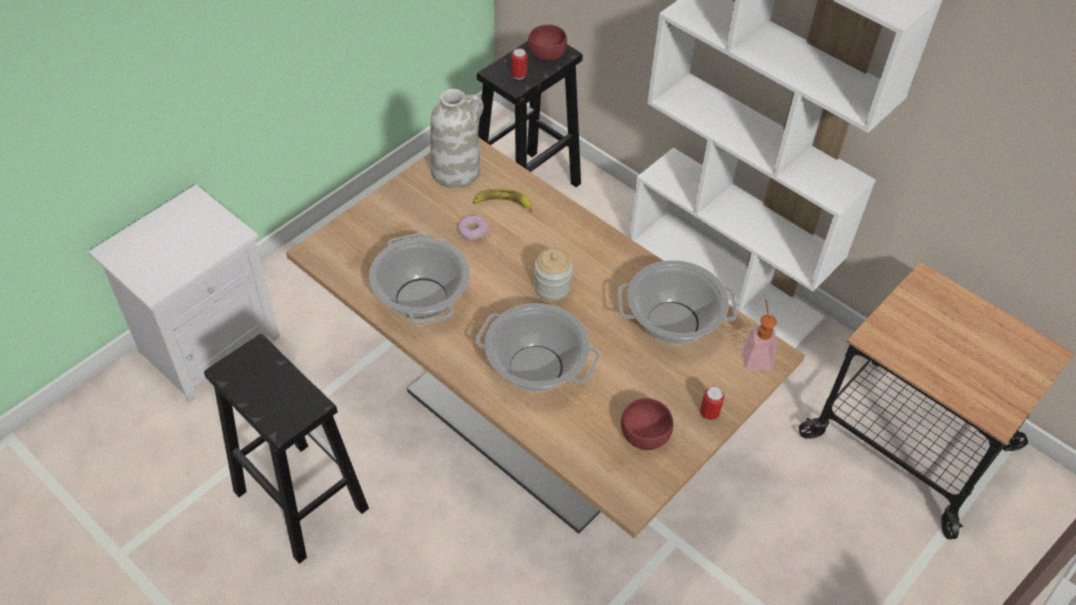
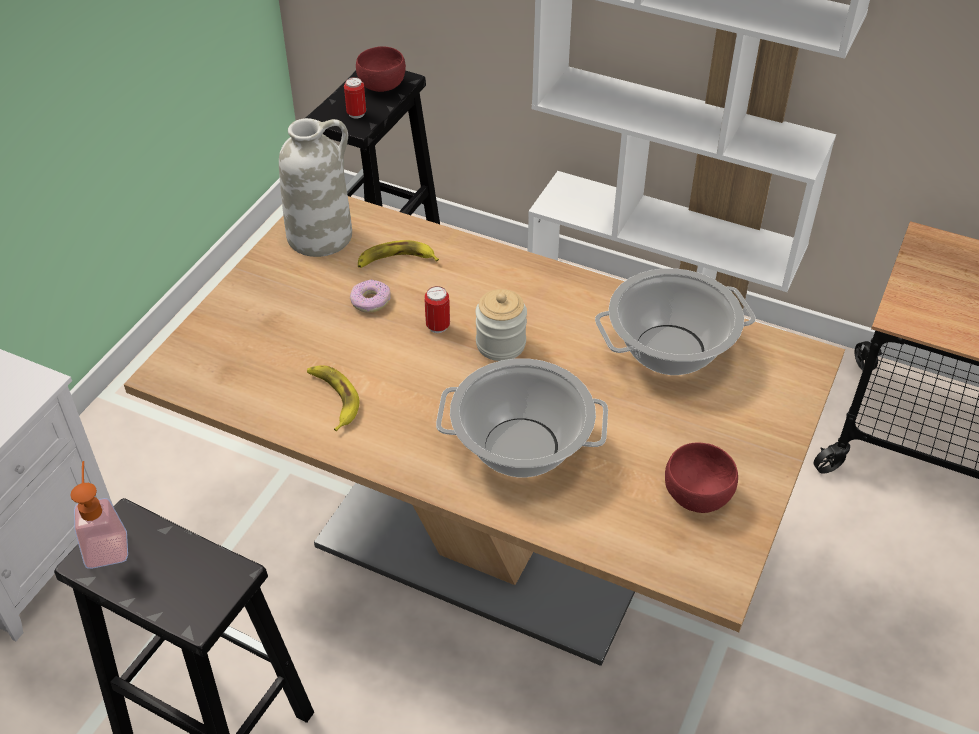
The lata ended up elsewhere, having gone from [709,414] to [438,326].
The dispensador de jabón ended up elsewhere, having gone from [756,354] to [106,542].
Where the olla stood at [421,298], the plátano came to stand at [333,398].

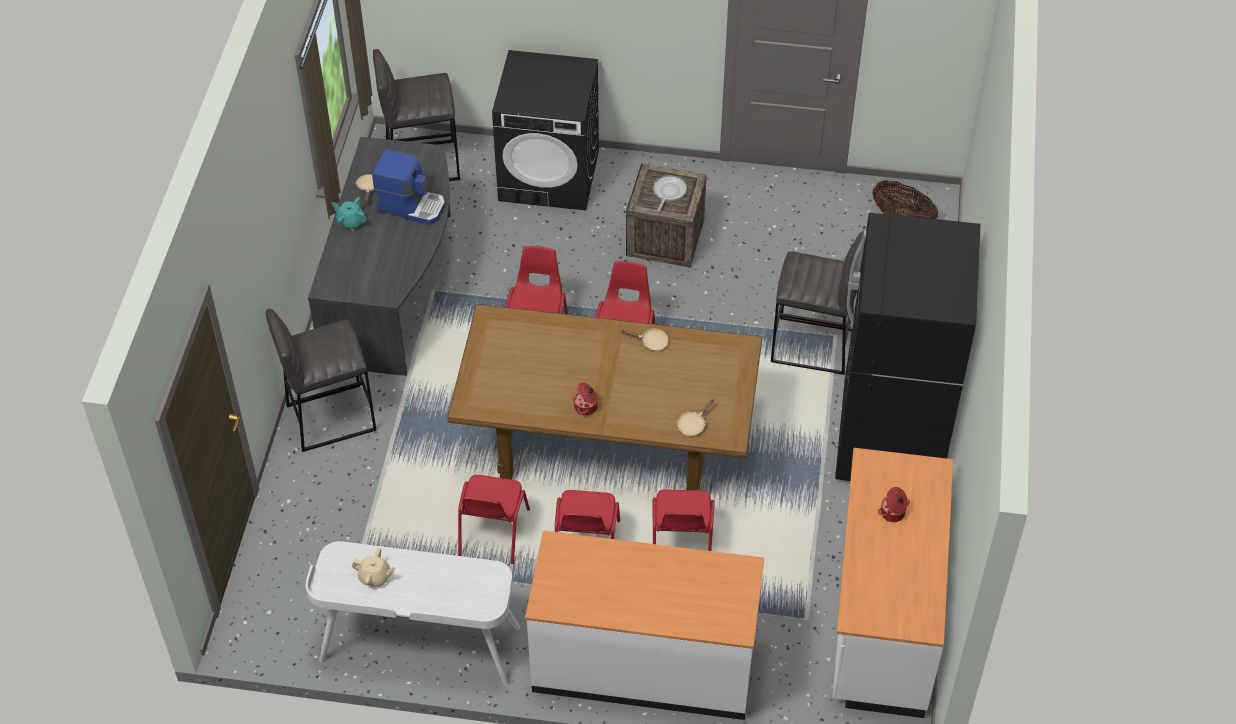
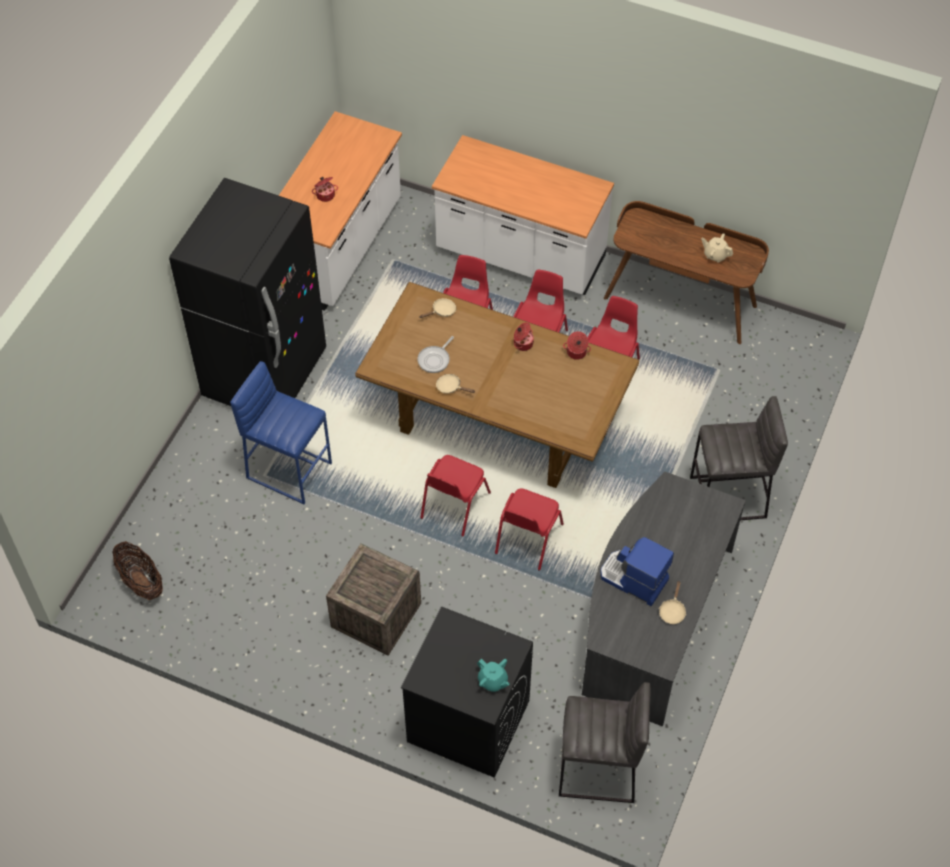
The second view gained the olla at [576,353].
The tetera/turquesa ended up elsewhere, having gone from [351,222] to [492,681].
The sartén ended up elsewhere, having gone from [668,192] to [435,359].
What was the escritorio/blanco at [419,645] turned into the escritorio/marrón at [680,301].
What was the taburete/gris at [812,346] turned into the taburete/azul at [289,469].

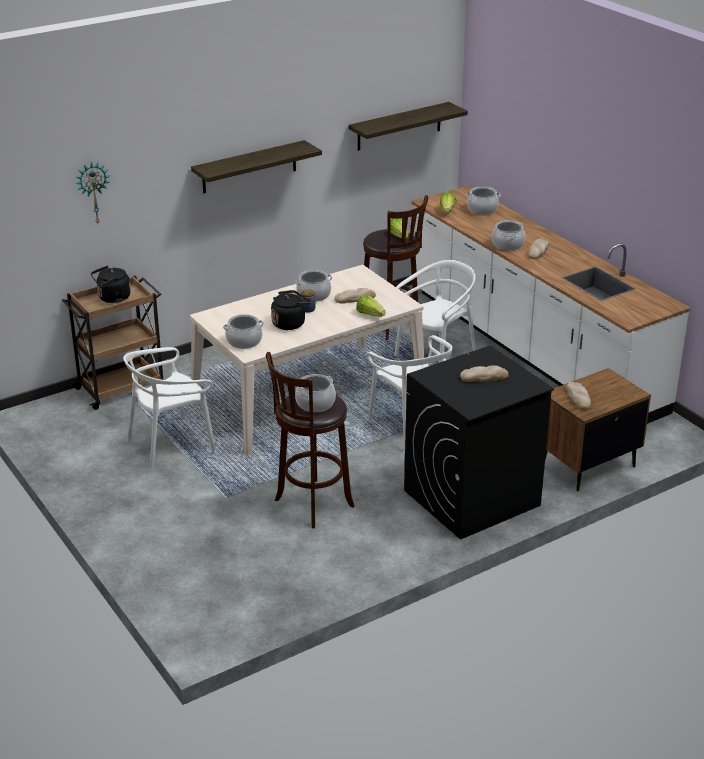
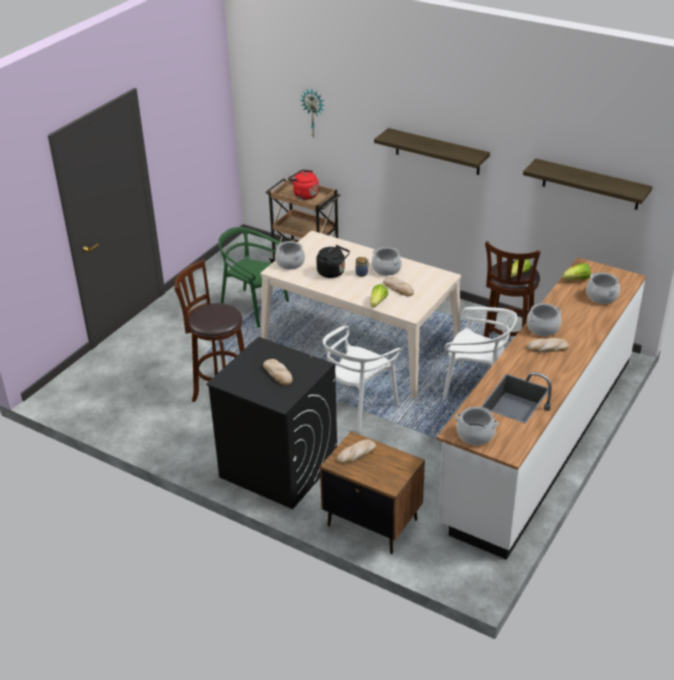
The olla ended up elsewhere, having gone from [315,403] to [475,435].
What was the hervidor/negro at [112,298] turned into the hervidor/rojo at [304,195].
What was the silla/blanco at [171,443] turned into the silla/verde at [254,307].

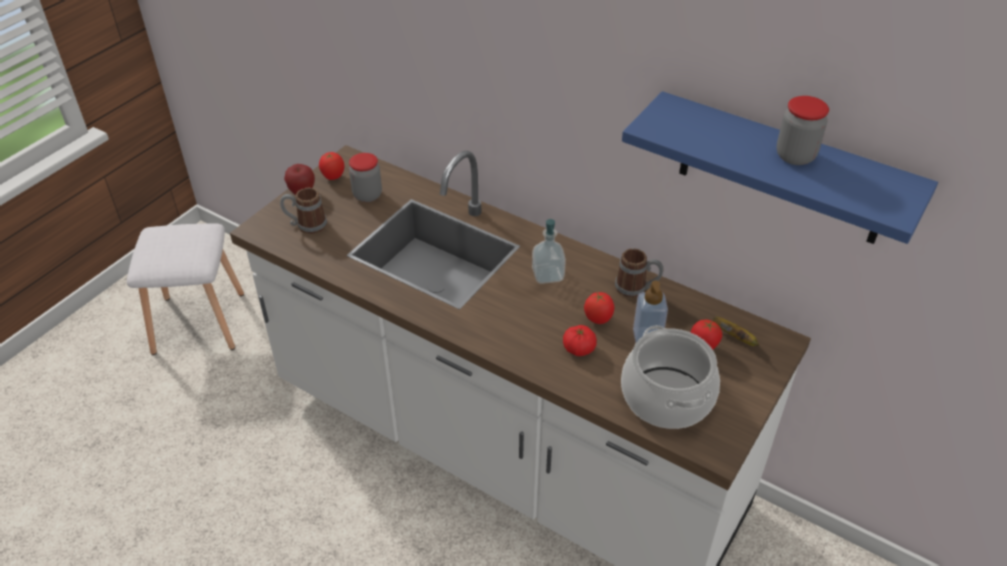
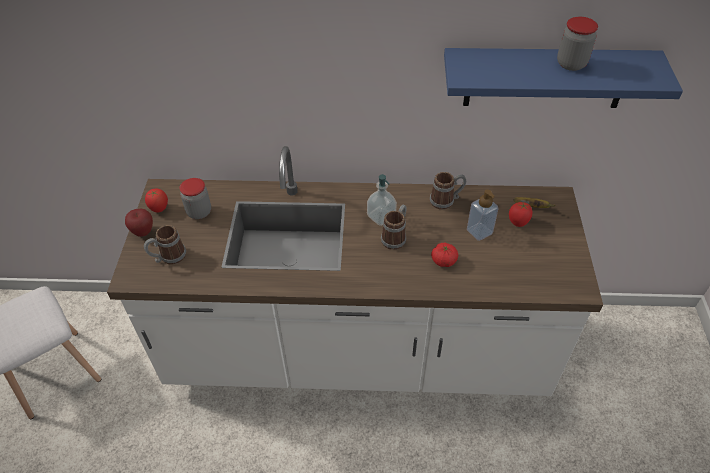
The second view lost the tomate at [598,319].
The second view lost the olla at [667,397].
The second view gained the taza grande at [395,237].

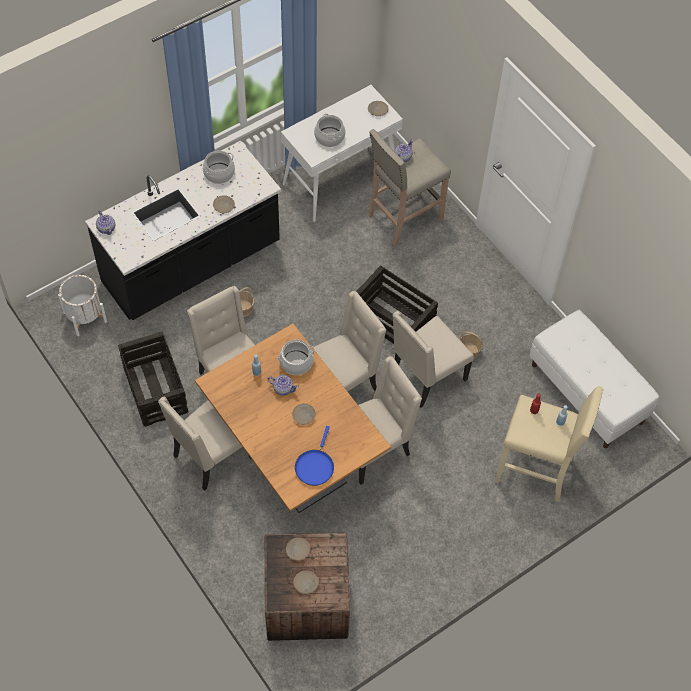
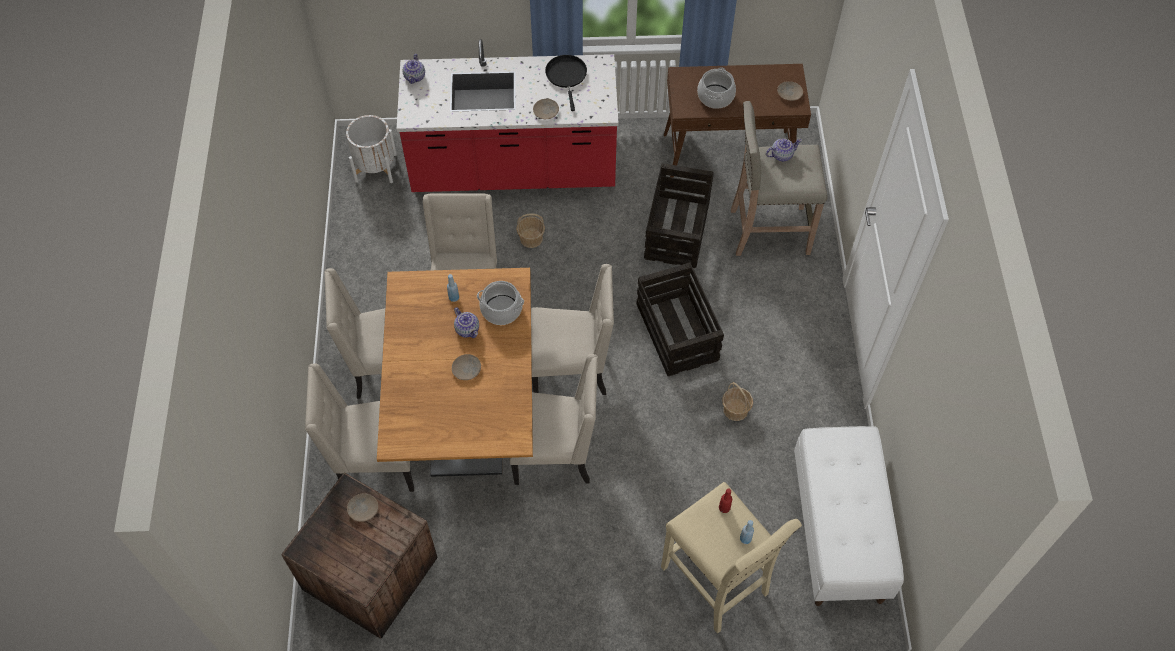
The second view lost the plato/beis at [306,583].
The second view lost the sartén/azul at [315,466].
The caja de embalaje ended up elsewhere, having gone from [155,388] to [677,229].
The silla/beis ended up elsewhere, having gone from [426,377] to [374,462].
Where the olla stood at [219,173], the sartén/negro came to stand at [566,76].
What was the mueble bajo de cocina/negro at [192,265] turned into the mueble bajo de cocina/rojo at [514,169].
What was the mesa consola/blanco at [341,179] turned into the mesa consola/marrón at [728,159].

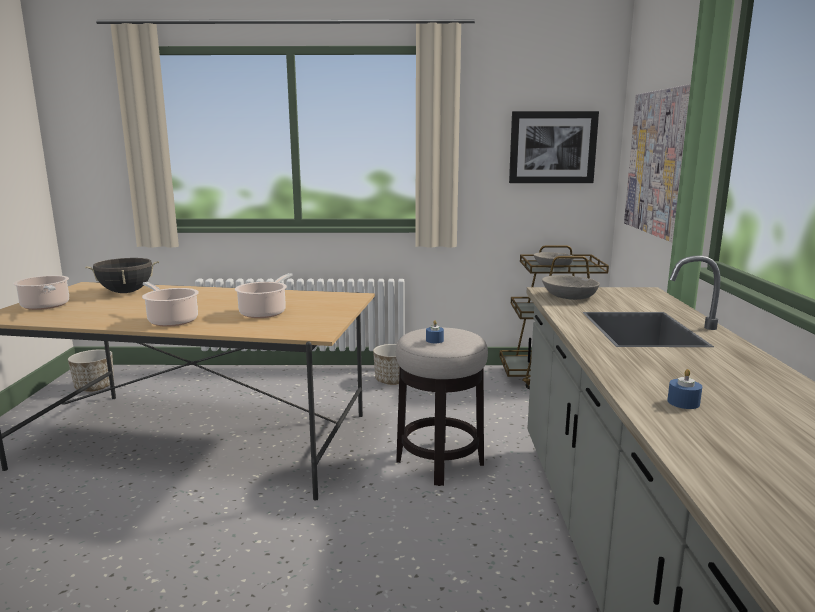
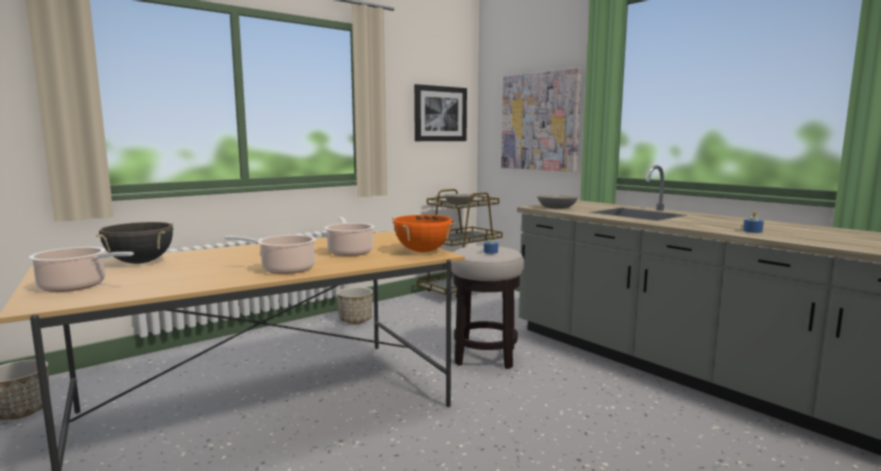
The second view gained the olla/naranja at [422,251].

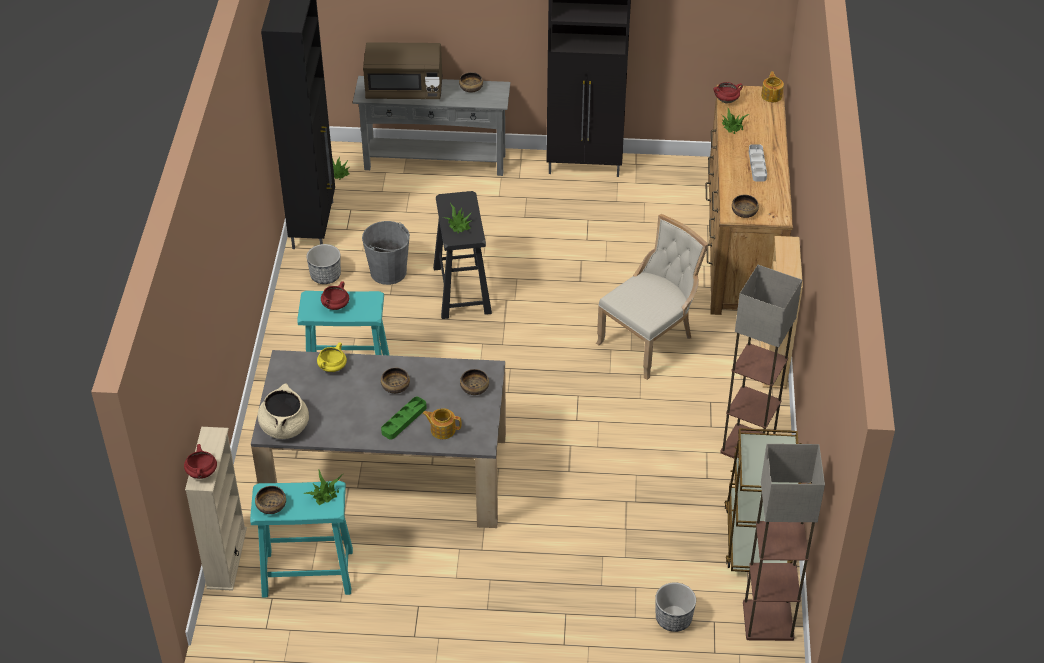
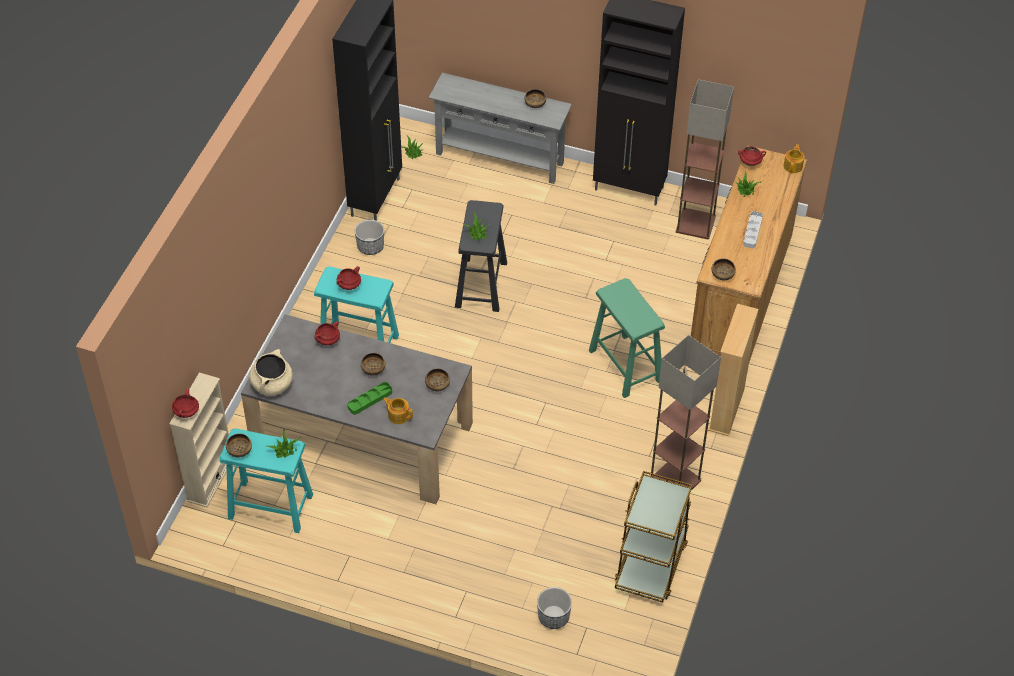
The second view lost the cubo/gris at [388,272].
The second view lost the microondas/marrón at [404,89].
The lámpara de pie ended up elsewhere, having gone from [768,620] to [696,223].
Where the silla/beis stood at [649,340], the taburete/verde came to stand at [625,366].
What was the olla/amarillo at [332,368] turned into the olla/rojo at [327,341].

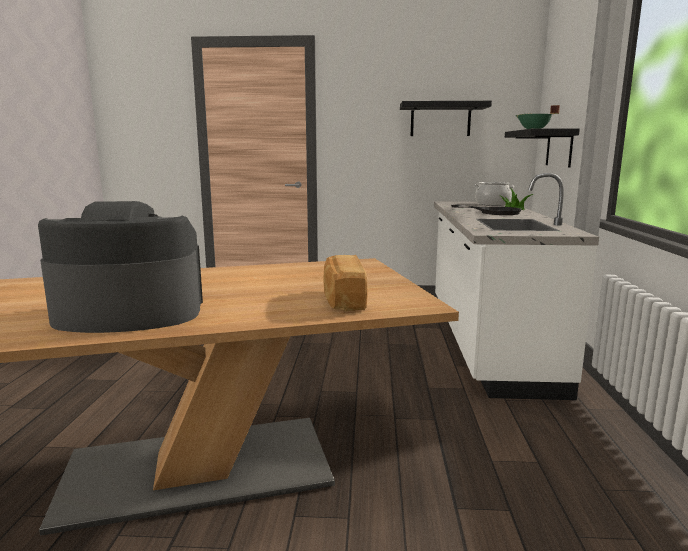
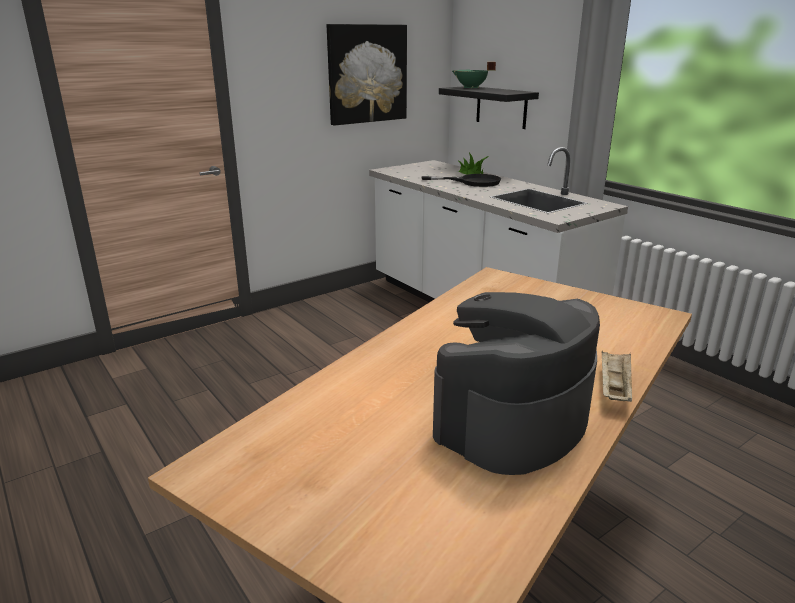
The second view lost the pan at [343,299].
The second view lost the olla at [492,204].
The second view gained the bandeja/beis at [613,388].
Where the estante/negro hung at [440,120], the cuadro came to hang at [367,74].

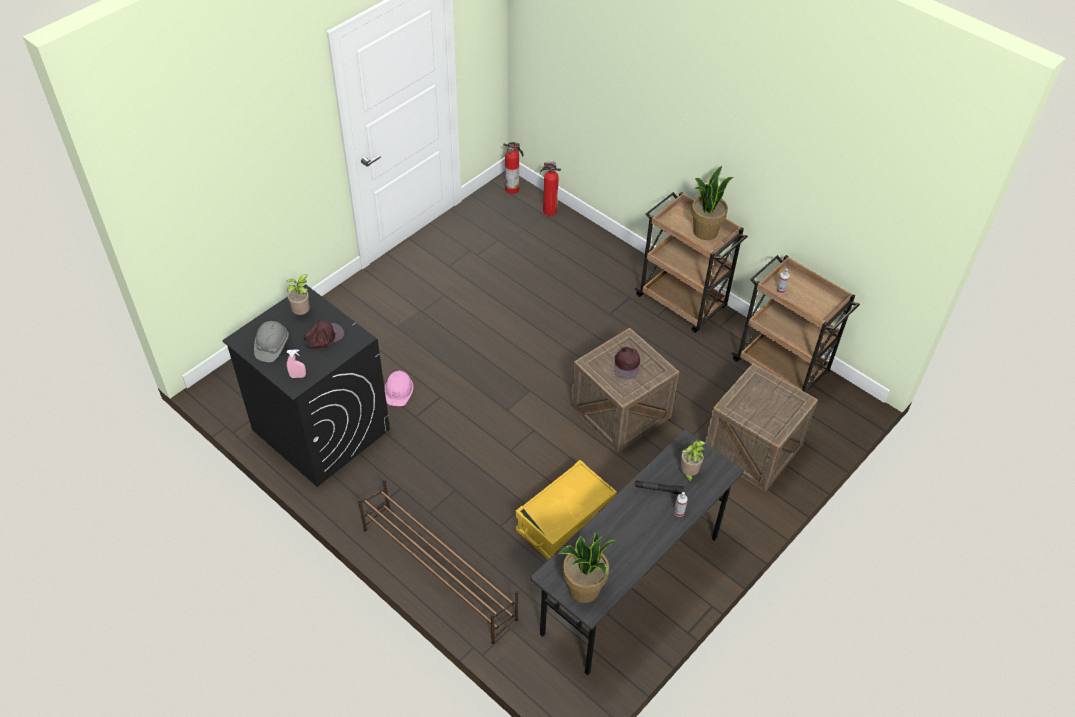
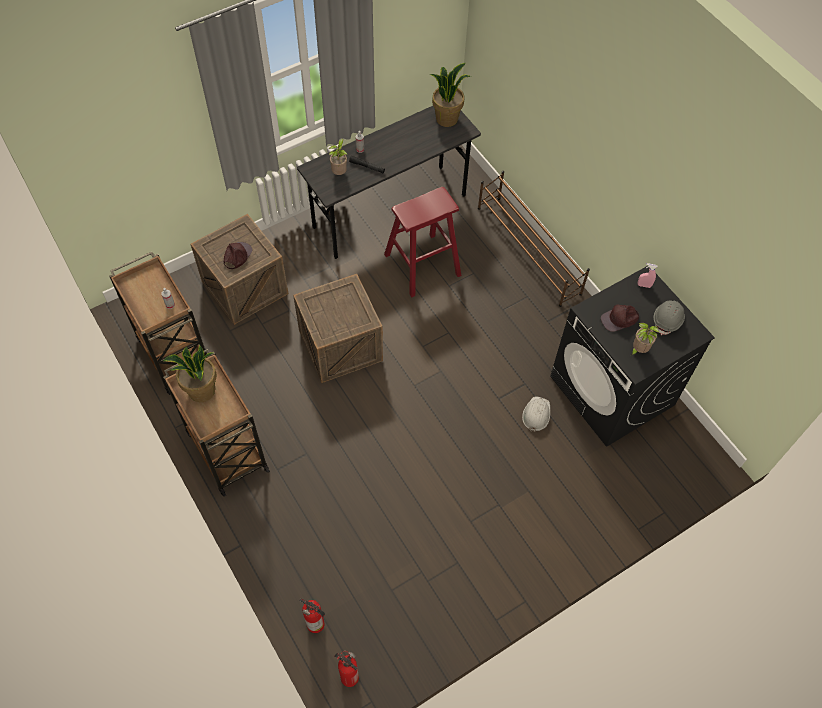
The gorra/marrón ended up elsewhere, having gone from [627,364] to [237,256].
Where the caja de almacenaje/amarillo stood at [565,522], the taburete/rojo came to stand at [422,265].
What was the casco/rosa at [399,390] turned into the casco/blanco at [536,414].

